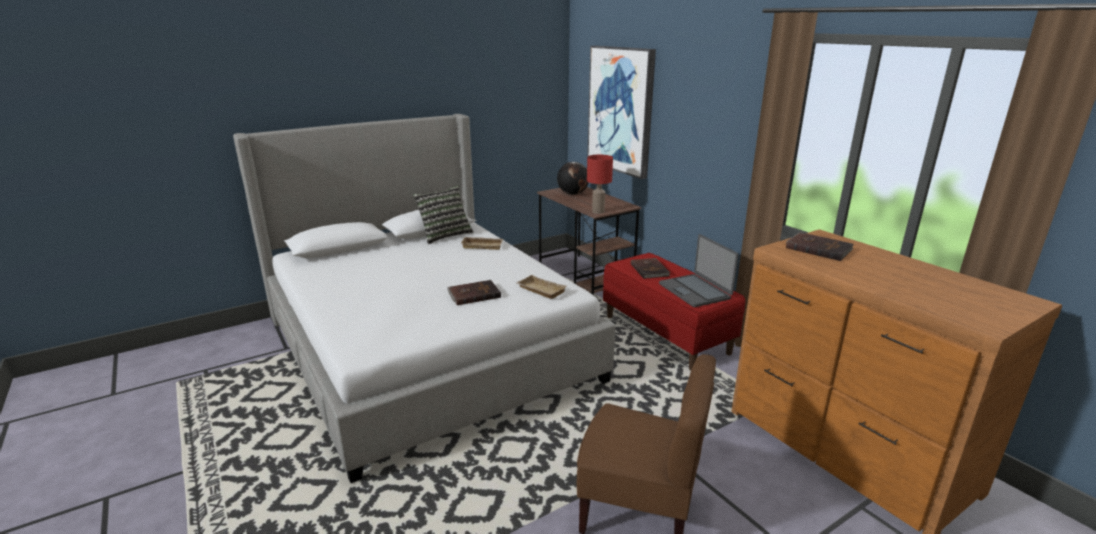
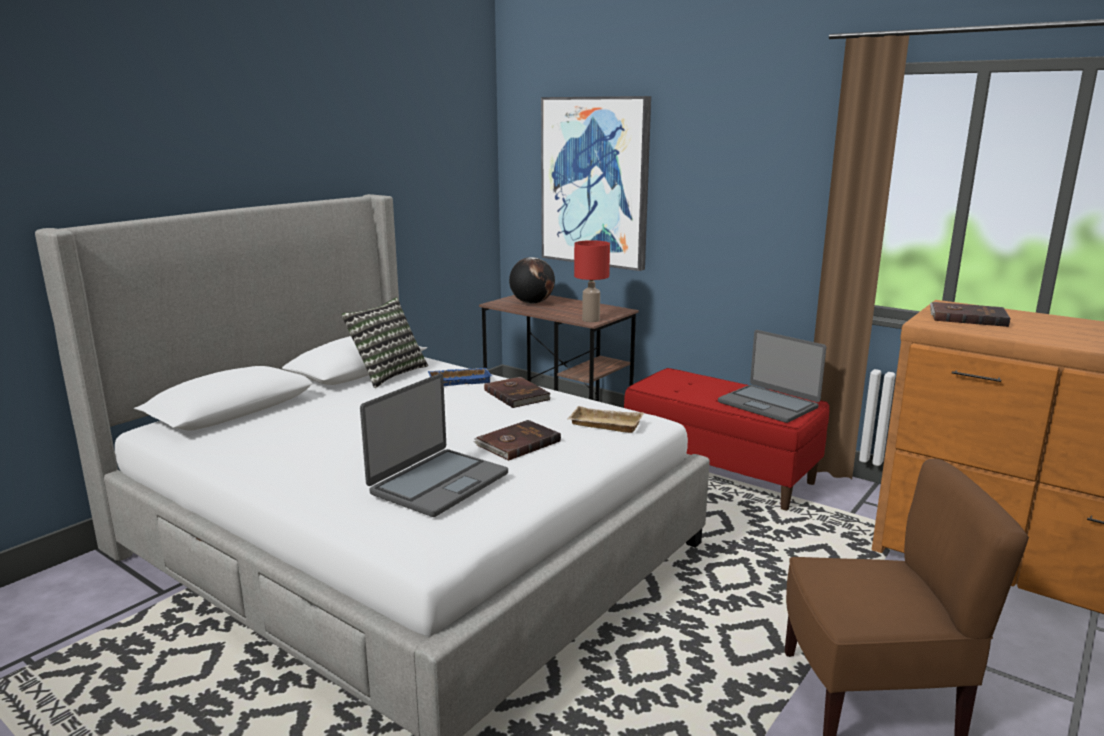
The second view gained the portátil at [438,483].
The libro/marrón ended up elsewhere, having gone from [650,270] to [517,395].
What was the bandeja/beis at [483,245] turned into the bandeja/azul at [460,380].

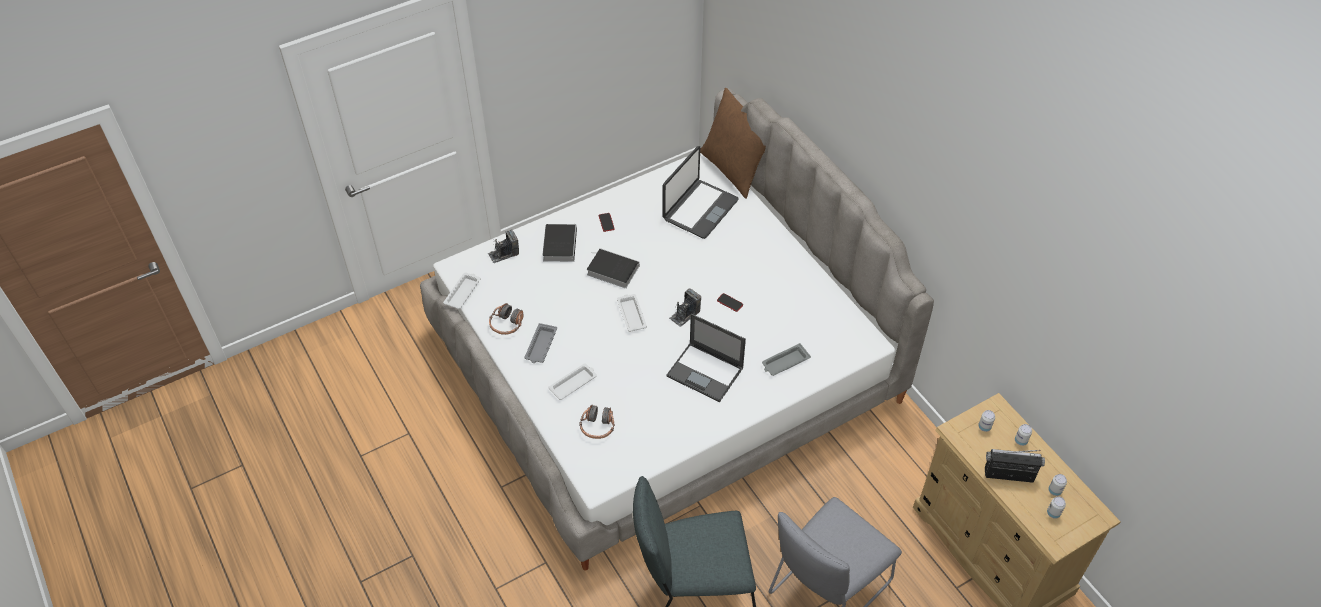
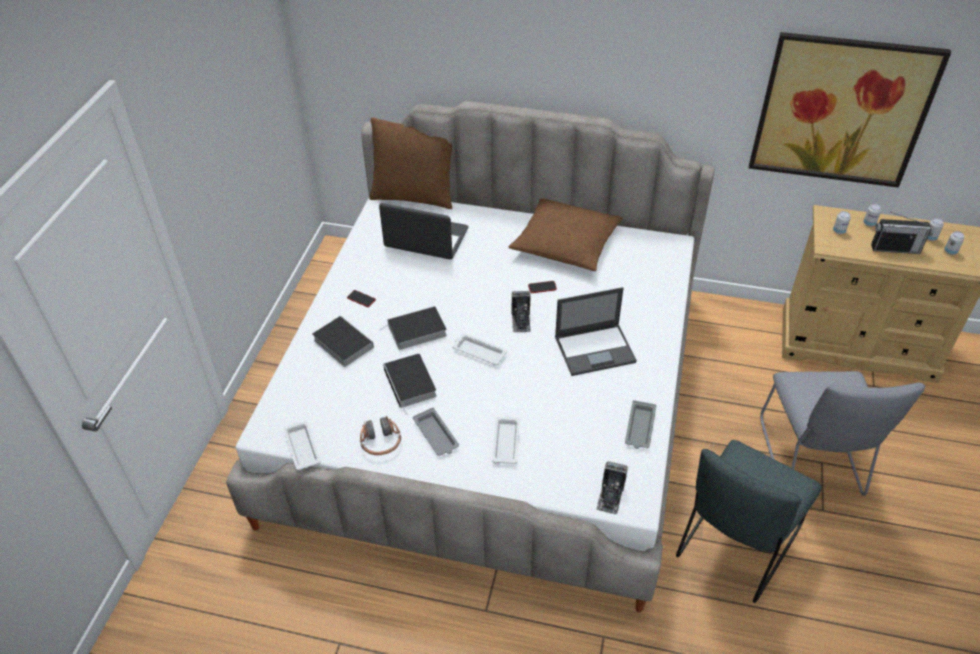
The second view lost the auriculares at [597,426].
The second view gained the libro at [411,384].
The second view gained the cojín/marrón at [565,243].
The second view gained the cuadro at [842,110].
The cámara ended up elsewhere, having gone from [504,253] to [610,496].
The bandeja/gris ended up elsewhere, having gone from [785,362] to [640,428].
The portátil at [699,209] ended up facing another way, 60 degrees counterclockwise from before.
The radio at [1009,475] ended up facing another way, 135 degrees counterclockwise from before.

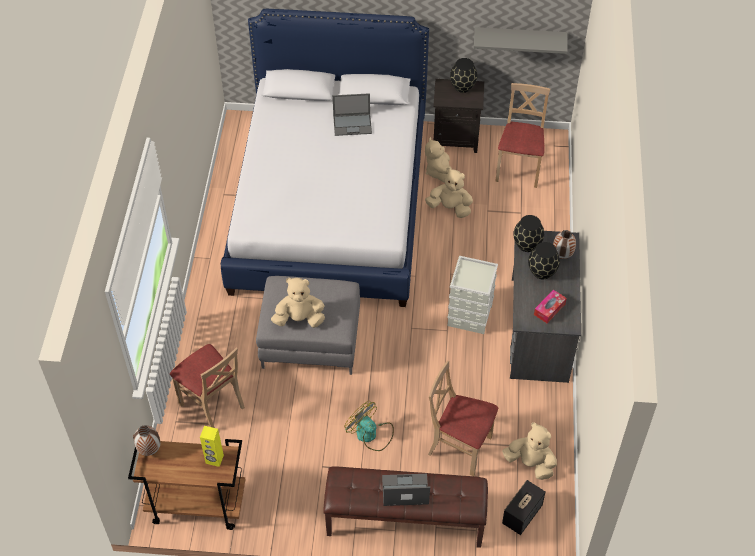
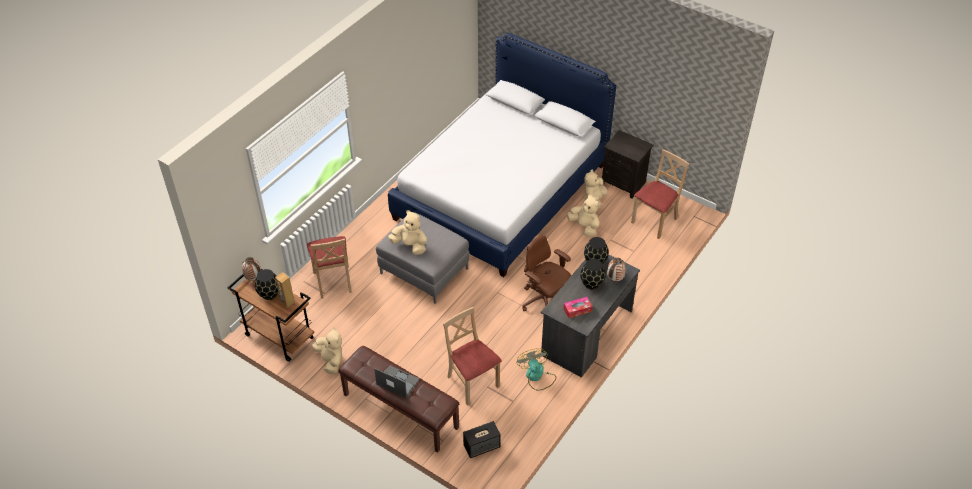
The second view lost the portátil at [353,124].
The second view lost the estante/gris at [519,39].
The ventilador ended up elsewhere, having gone from [371,434] to [537,376].
The florero/negro ended up elsewhere, having gone from [462,86] to [270,293].
The peluche/beis ended up elsewhere, having gone from [530,463] to [331,360].
Where the caja de almacenaje/gris stood at [469,314], the silla de oficina/marrón came to stand at [544,301].
What was the altavoz/amarillo at [214,459] turned into the altavoz/marrón at [287,302].

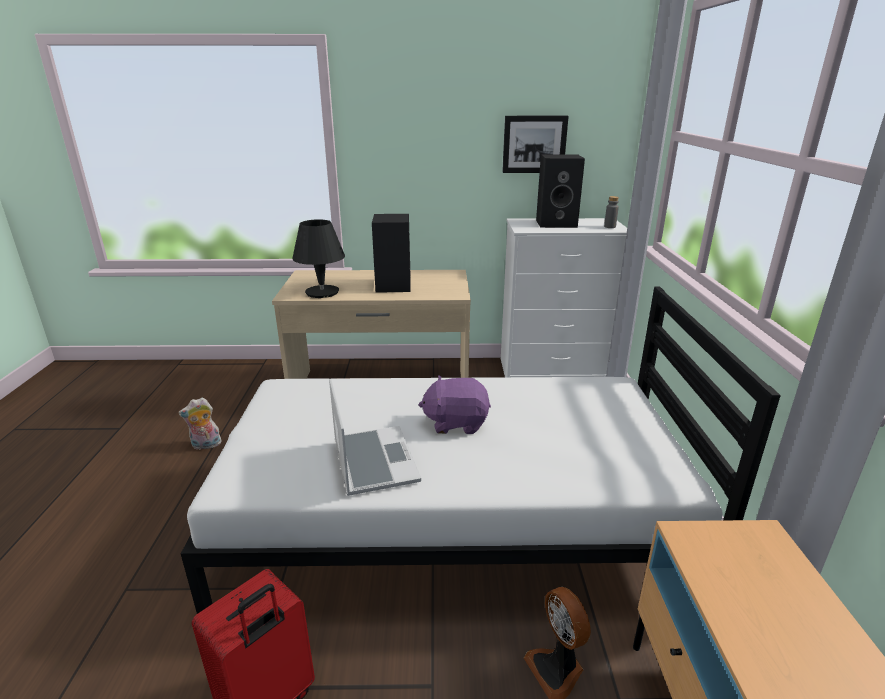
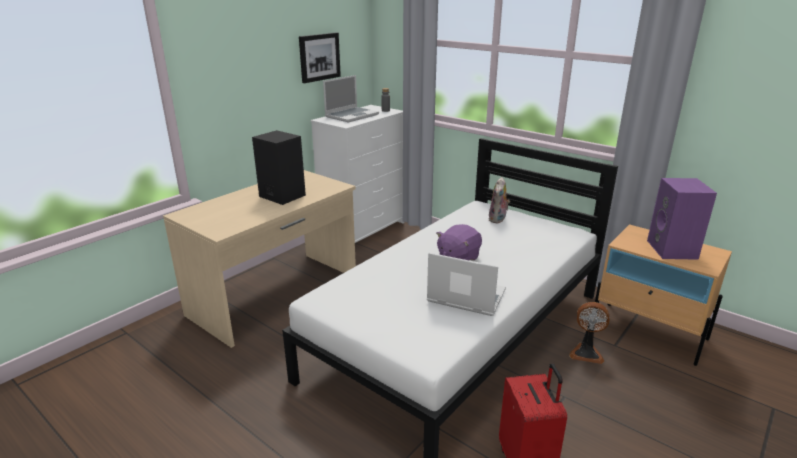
The second view lost the lámpara de mesa/negro at [322,292].
The second view gained the altavoz/morado at [673,250].
The peluche ended up elsewhere, having gone from [205,445] to [498,219].
Where the altavoz/negro stood at [557,223], the portátil came to stand at [352,115].

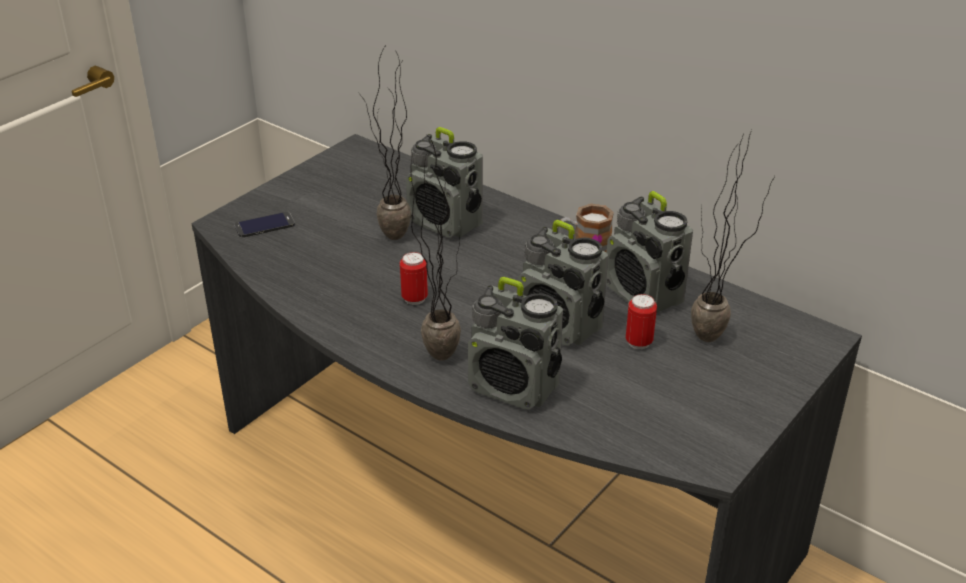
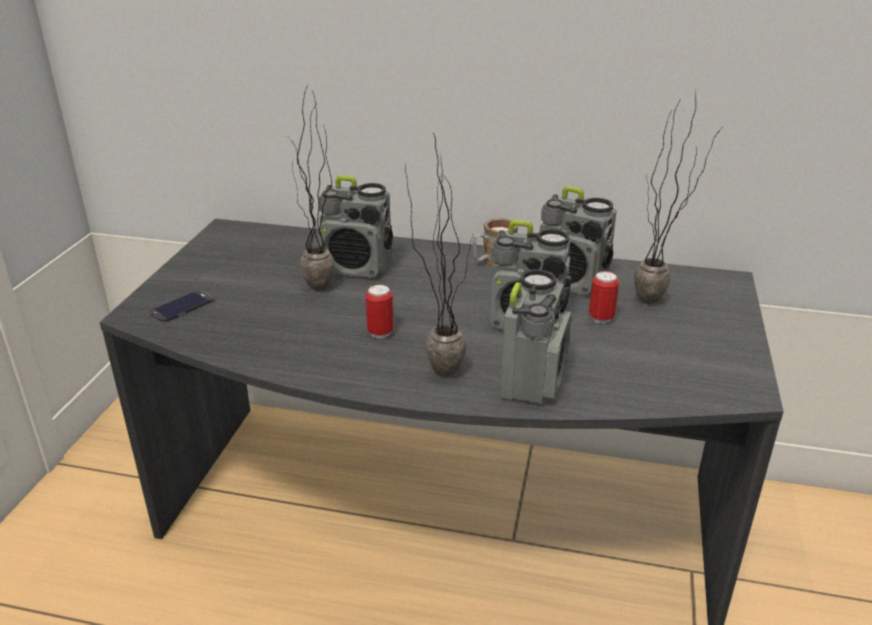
The radio at [514,388] ended up facing another way, 75 degrees counterclockwise from before.

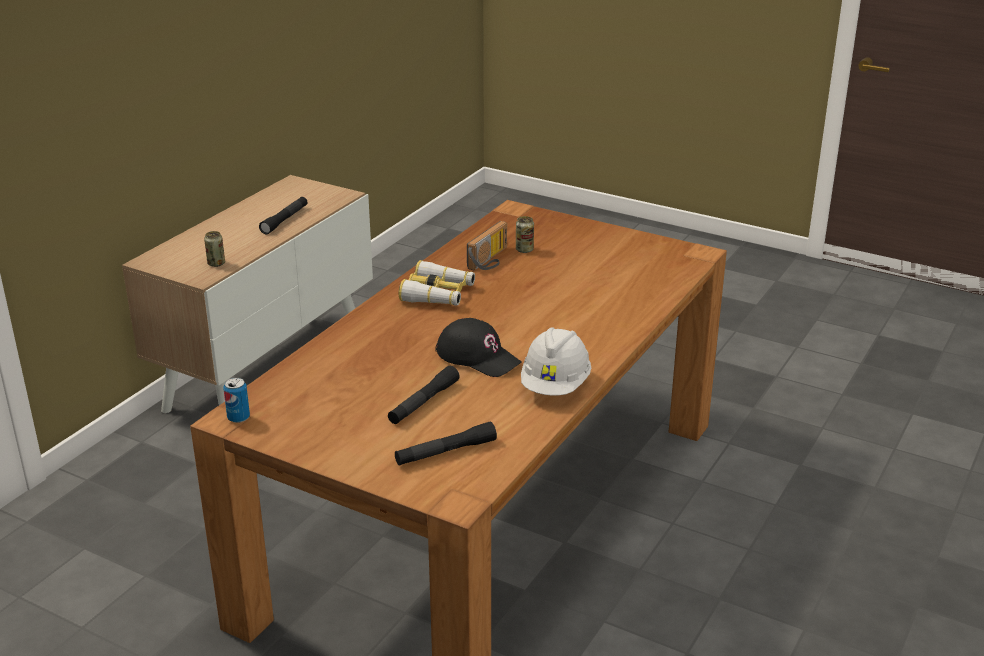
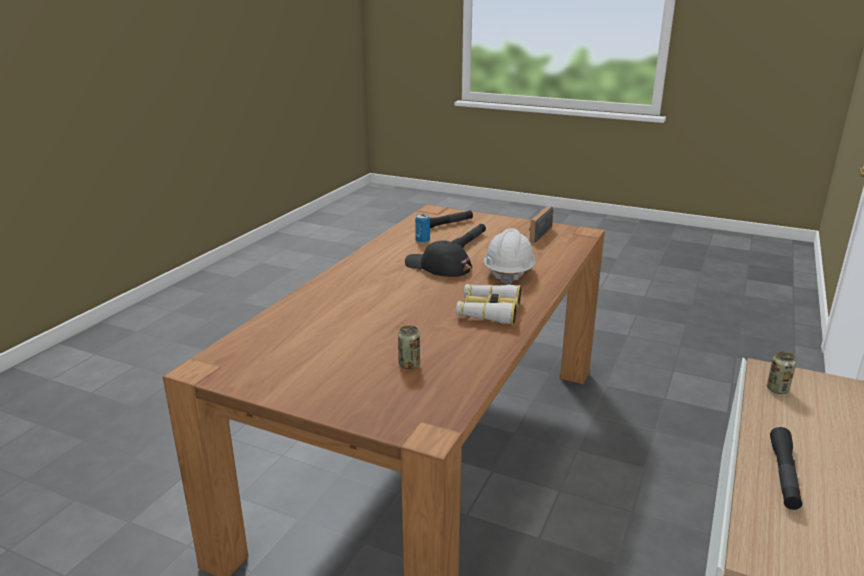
The lata ended up elsewhere, having gone from [238,418] to [422,241].
The radio ended up elsewhere, having gone from [491,260] to [536,233].
The casco/blanco ended up elsewhere, having gone from [555,385] to [508,273].

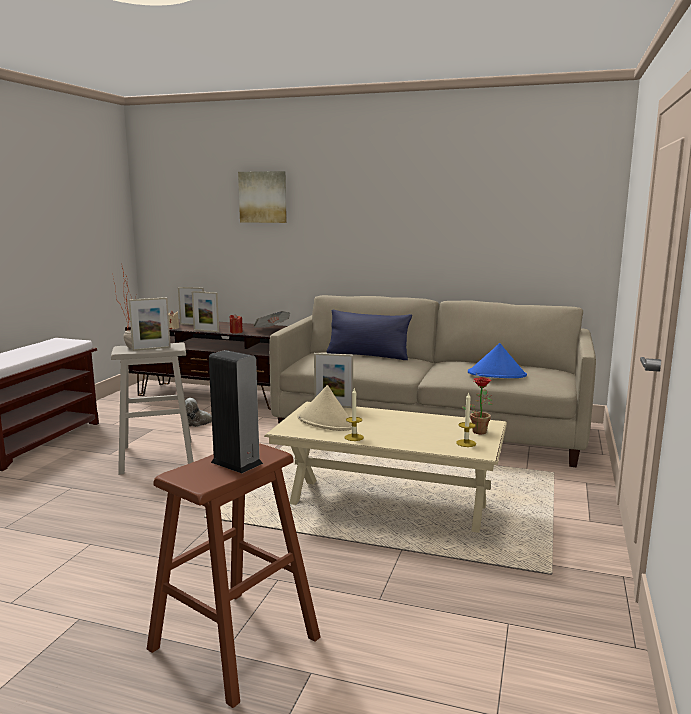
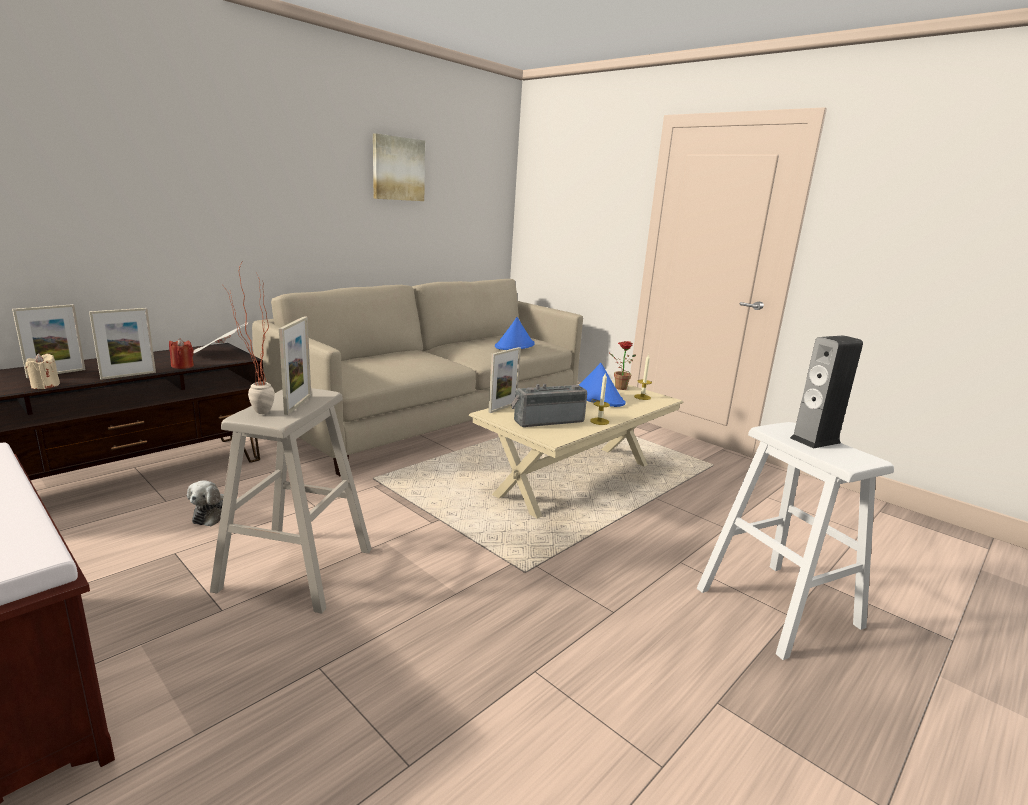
The second view lost the cojín/azul at [368,355].
The second view gained the sombrero/azul at [597,397].
The cuadro ended up elsewhere, having gone from [263,197] to [398,169].
Where the sombrero/beis stood at [326,422], the radio came to stand at [547,420].
What was the taburete/marrón at [234,644] turned into the taburete/blanco at [778,608].

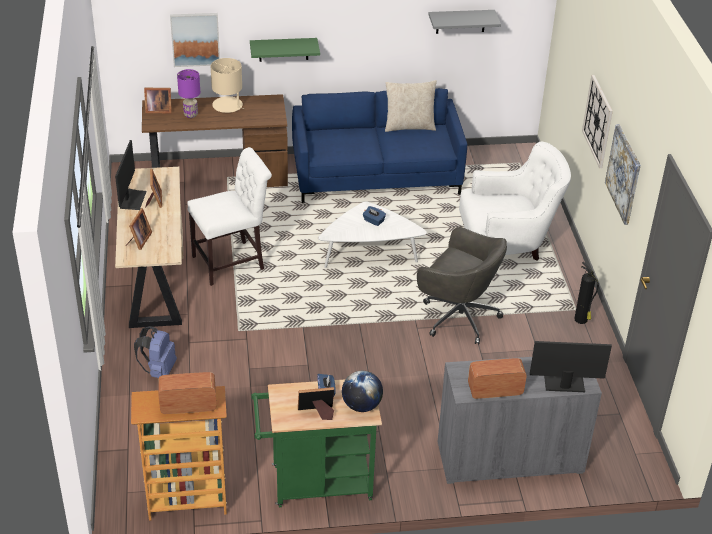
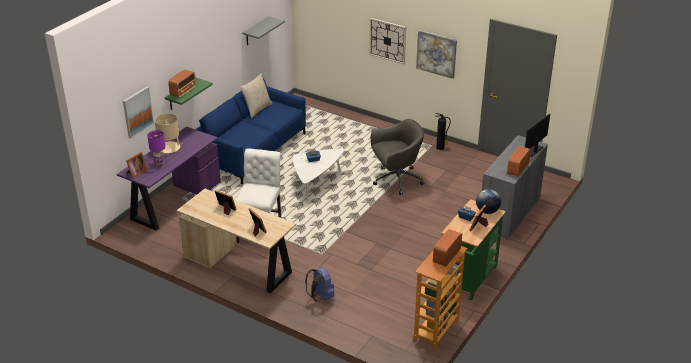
The second view lost the monitor at [132,199].
The second view lost the sillón/blanco at [508,243].
The second view gained the radio at [183,91].
What was the escritorio/marrón at [217,175] turned into the escritorio/morado at [174,201].

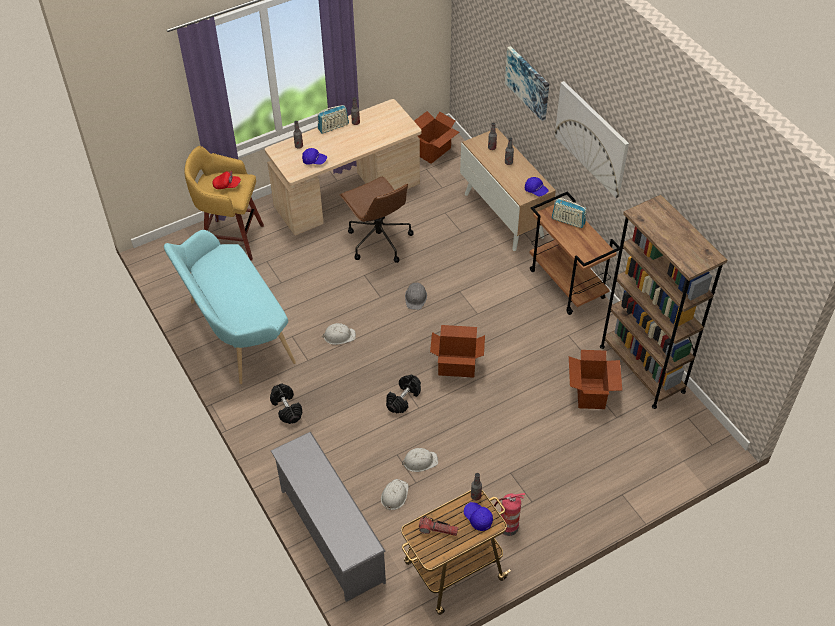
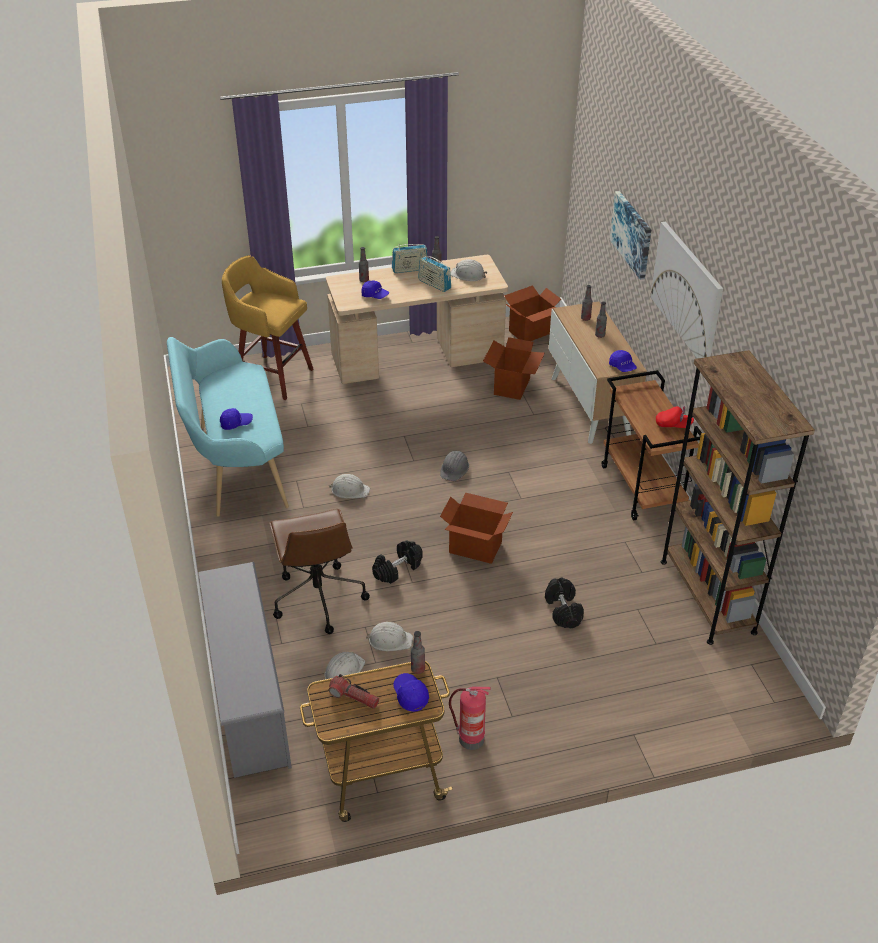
The second view gained the gorra/azul at [236,423].
The second view gained the casco/blanco at [468,275].
The gorra/rojo ended up elsewhere, having gone from [227,185] to [673,425].
The mancuerna/negro ended up elsewhere, having gone from [286,408] to [563,610].
The silla de oficina/marrón ended up elsewhere, having gone from [378,240] to [318,597].
The radio ended up elsewhere, having gone from [568,221] to [434,284].
The caja de cartón ended up elsewhere, having gone from [591,393] to [512,386].

